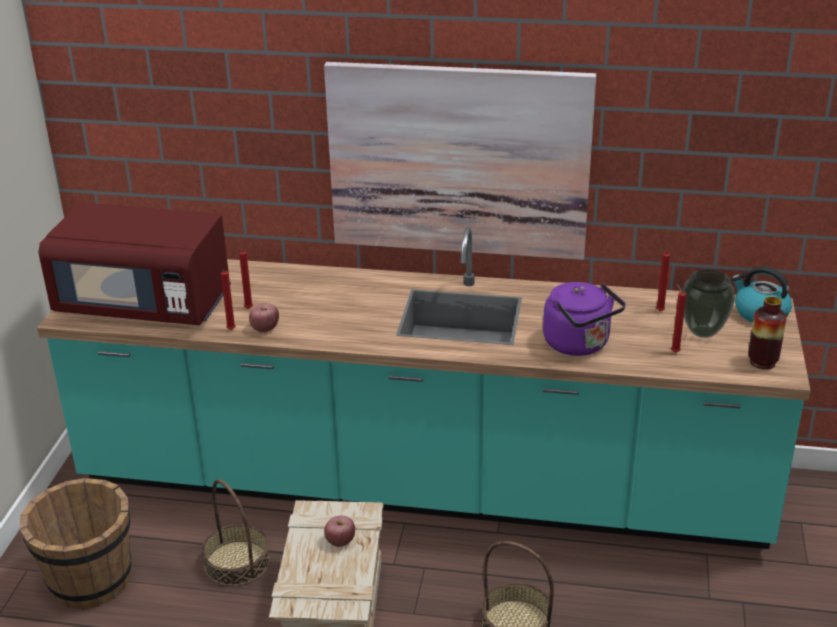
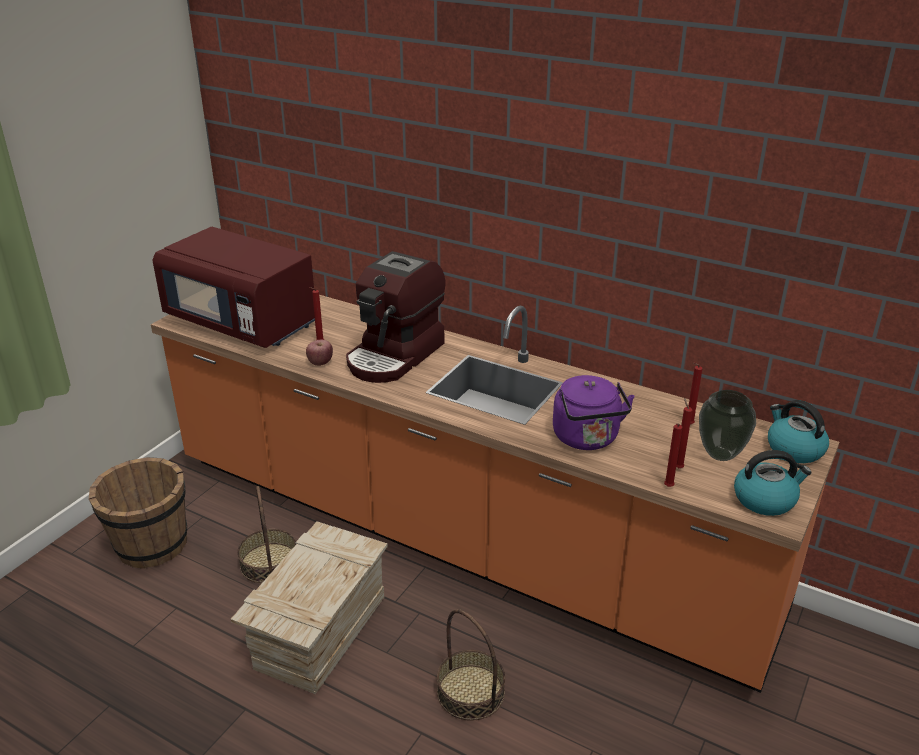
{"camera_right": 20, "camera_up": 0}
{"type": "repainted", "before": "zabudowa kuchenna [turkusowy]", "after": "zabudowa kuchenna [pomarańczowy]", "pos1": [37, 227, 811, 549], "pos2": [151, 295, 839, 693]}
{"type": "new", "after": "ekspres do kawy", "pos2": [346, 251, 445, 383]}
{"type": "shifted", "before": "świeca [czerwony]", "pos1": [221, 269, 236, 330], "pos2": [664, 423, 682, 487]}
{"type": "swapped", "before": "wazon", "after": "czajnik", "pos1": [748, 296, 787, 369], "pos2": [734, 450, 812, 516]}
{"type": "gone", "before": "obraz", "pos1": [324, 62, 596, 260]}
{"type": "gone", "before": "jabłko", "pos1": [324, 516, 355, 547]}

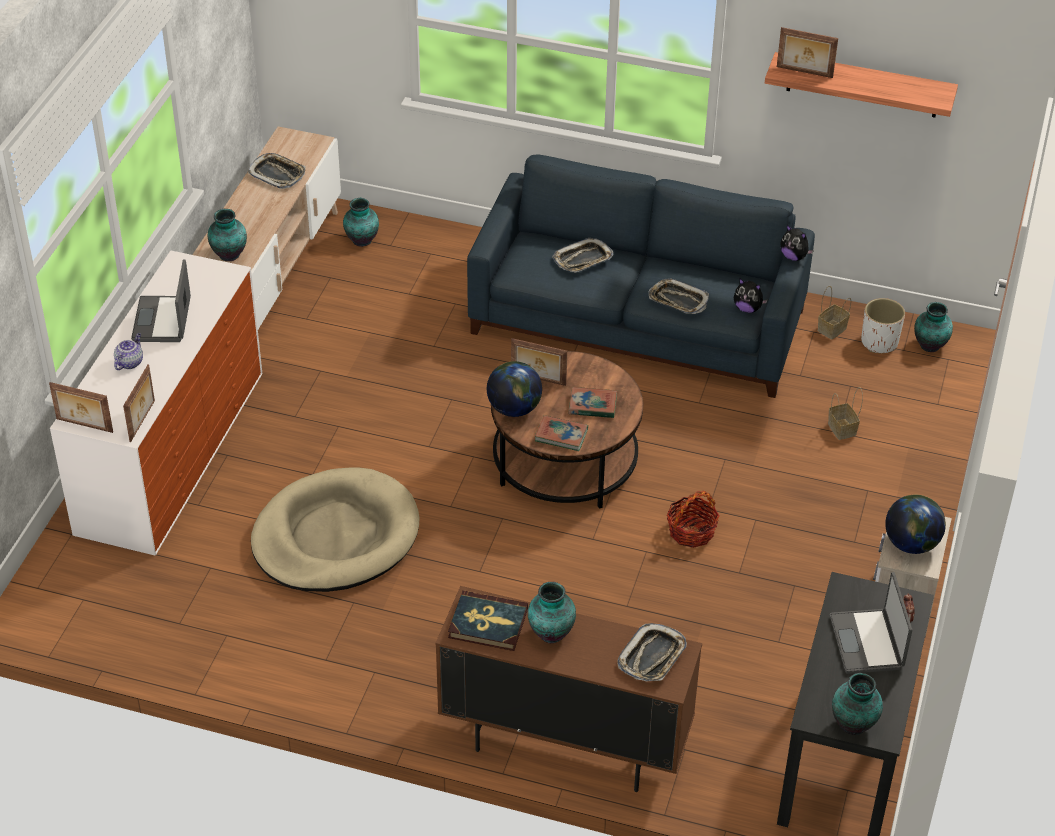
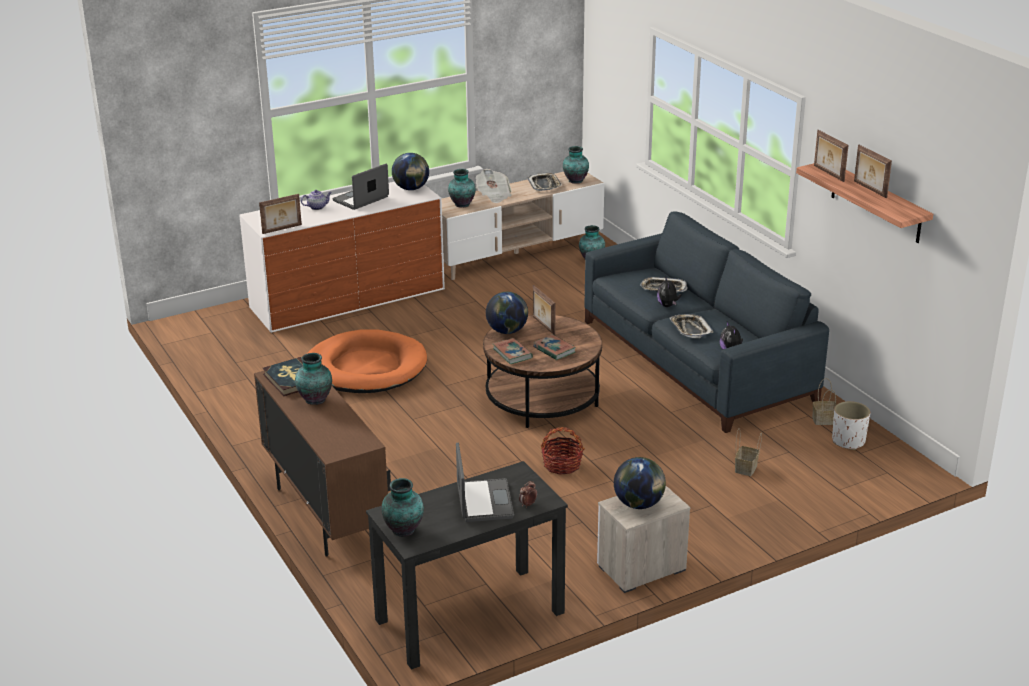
{"camera_right": 45, "camera_up": -15}
{"type": "repainted", "before": "legowisko [beżowy]", "after": "legowisko [pomarańczowy]", "pos1": [251, 467, 419, 592], "pos2": [307, 329, 427, 393]}
{"type": "new", "after": "globus", "pos2": [392, 153, 429, 190]}
{"type": "rotated", "before": "laptop", "pos1": [830, 572, 912, 674], "pos2": [456, 443, 514, 522], "turn": 135}
{"type": "new", "after": "gazeta", "pos2": [476, 169, 512, 203]}
{"type": "shifted", "before": "wazon", "pos1": [914, 302, 953, 352], "pos2": [563, 146, 589, 184]}
{"type": "shifted", "before": "pluszak", "pos1": [780, 225, 814, 261], "pos2": [657, 276, 681, 307]}
{"type": "shifted", "before": "ramka na zdjęcie", "pos1": [49, 382, 113, 433], "pos2": [854, 145, 892, 198]}
{"type": "gone", "before": "taca", "pos1": [617, 623, 687, 681]}

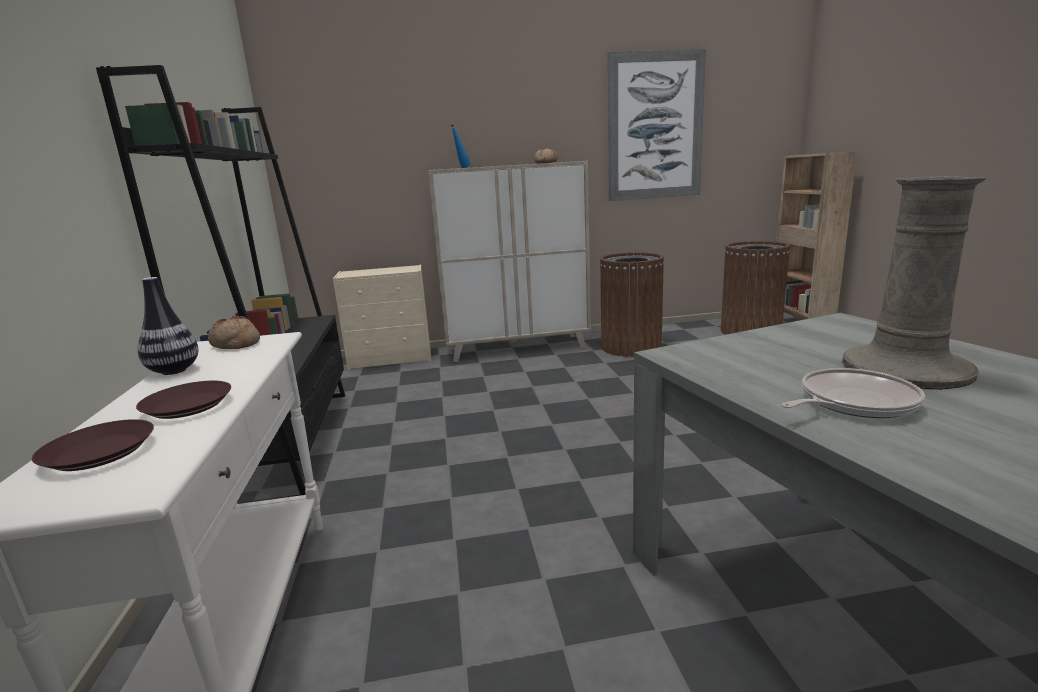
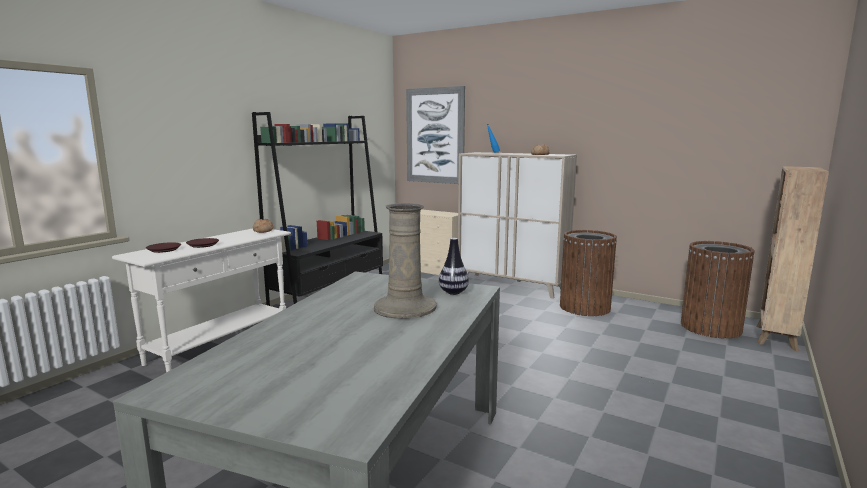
{"camera_right": 40, "camera_up": -5}
{"type": "shifted", "before": "obraz", "pos1": [608, 49, 706, 201], "pos2": [406, 86, 465, 184]}
{"type": "shifted", "before": "wazon", "pos1": [138, 277, 199, 375], "pos2": [439, 238, 469, 295]}
{"type": "gone", "before": "patelnia", "pos1": [781, 368, 925, 418]}

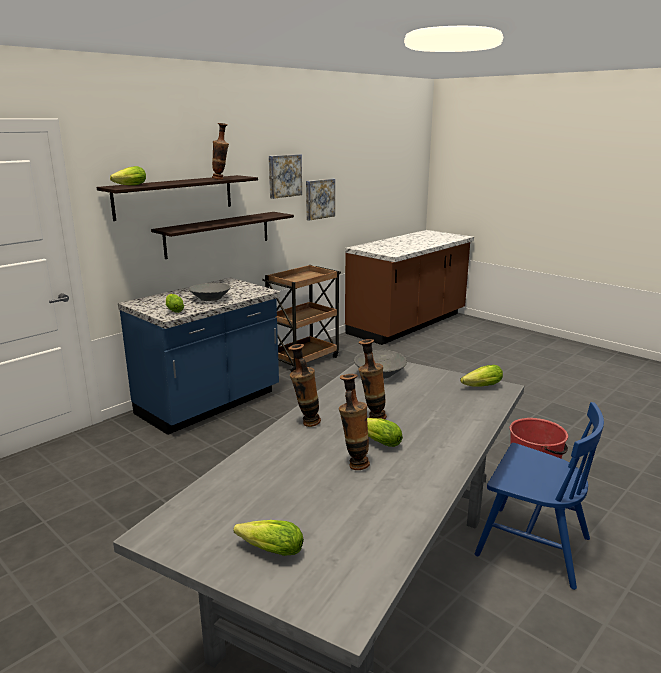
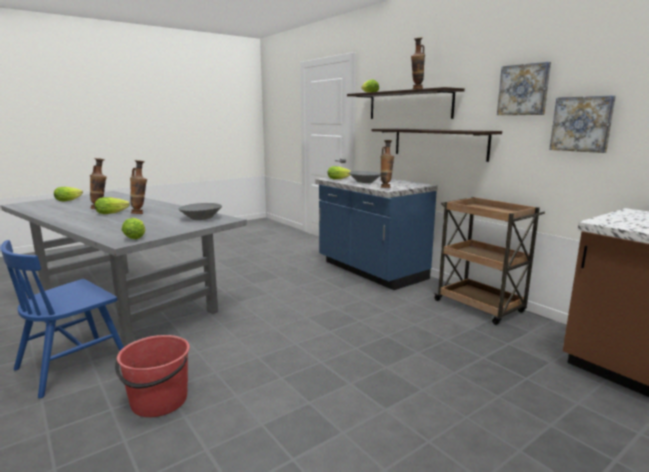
{"camera_right": 100, "camera_up": -5}
{"type": "shifted", "before": "wazon", "pos1": [288, 344, 321, 427], "pos2": [380, 140, 394, 188]}

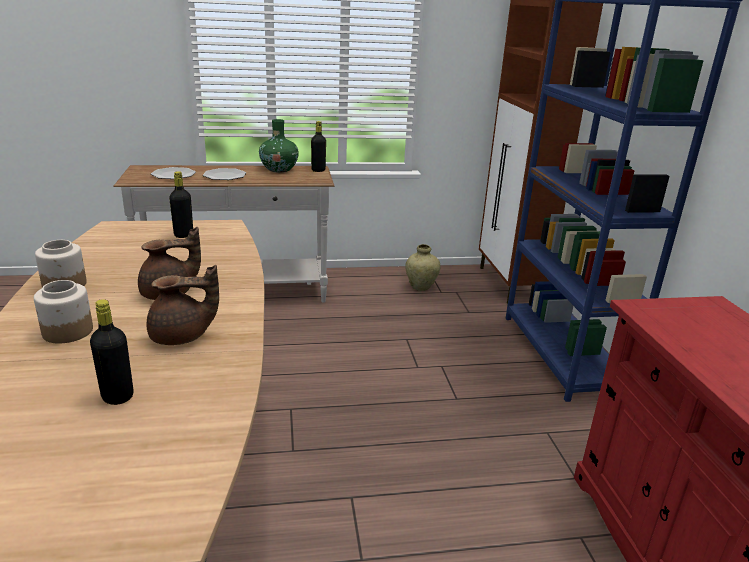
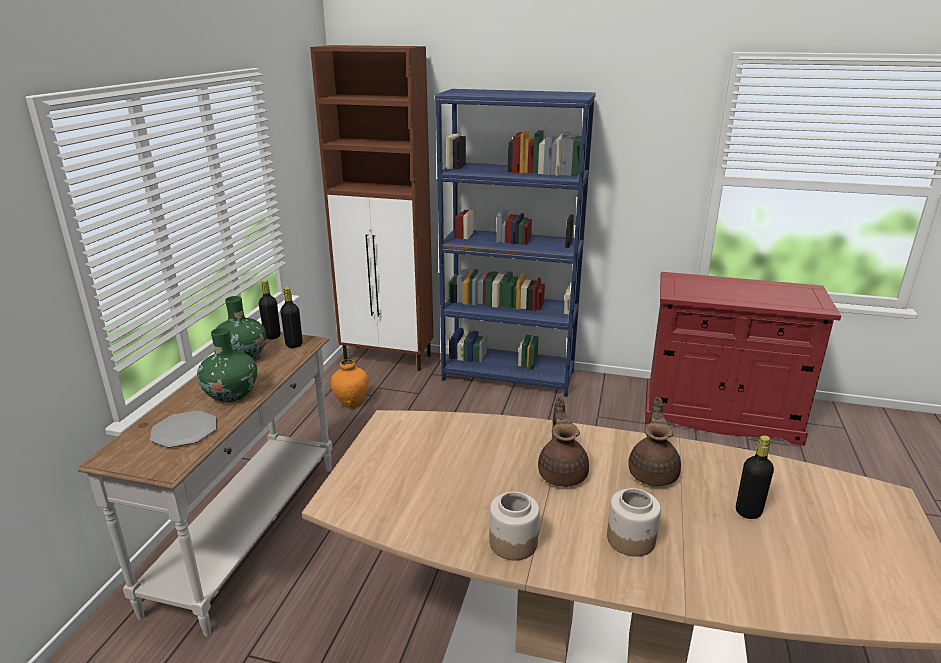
{"camera_right": -65, "camera_up": 0}
{"type": "swapped", "before": "talerz", "after": "wazon [zielony]", "pos1": [203, 168, 246, 180], "pos2": [197, 328, 257, 402]}
{"type": "shifted", "before": "butelka [czarny]", "pos1": [169, 171, 193, 238], "pos2": [280, 287, 303, 348]}
{"type": "repainted", "before": "wazon [beżowy]", "after": "wazon [pomarańczowy]", "pos1": [405, 244, 441, 291], "pos2": [331, 360, 369, 408]}

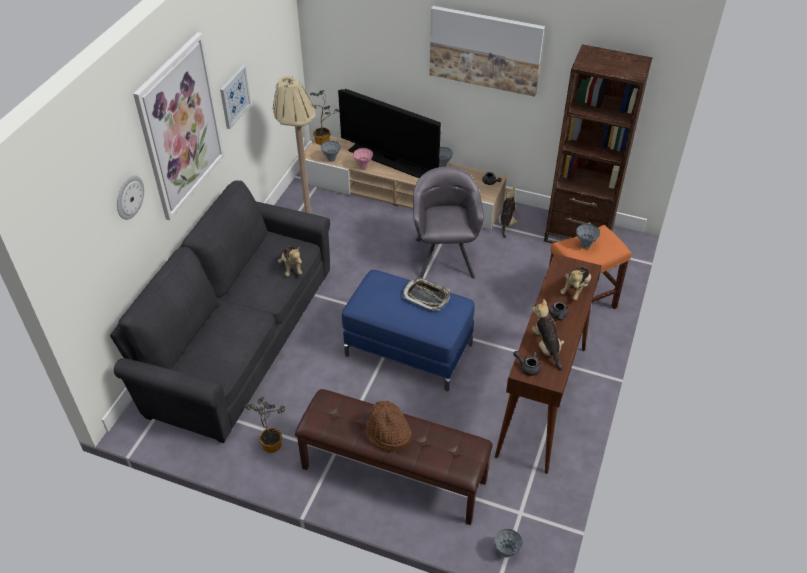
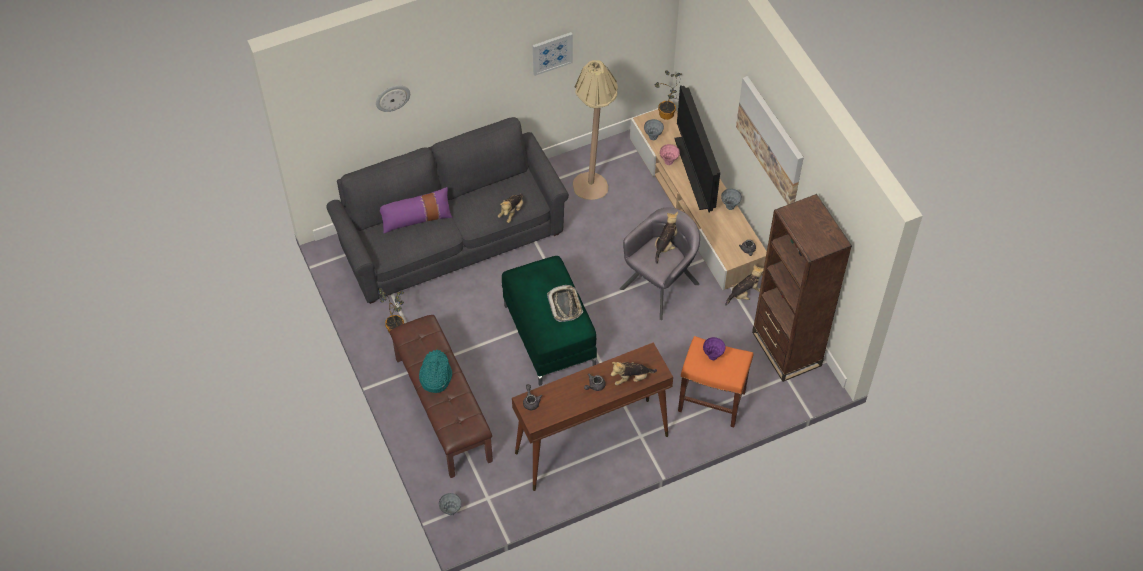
{"camera_right": 45, "camera_up": 10}
{"type": "new", "after": "poduszka [fioletowy]", "pos2": [380, 187, 452, 234]}
{"type": "repainted", "before": "kapelusz [brązowy]", "after": "kapelusz [turkusowy]", "pos1": [366, 401, 411, 452], "pos2": [419, 350, 452, 393]}
{"type": "repainted", "before": "pufa [niebieski]", "after": "pufa [zielony]", "pos1": [342, 270, 475, 391], "pos2": [502, 256, 597, 386]}
{"type": "shifted", "before": "pluszak", "pos1": [532, 299, 564, 371], "pos2": [655, 212, 678, 264]}
{"type": "repainted", "before": "wazon [szary]", "after": "wazon [fioletowy]", "pos1": [576, 224, 600, 249], "pos2": [703, 337, 725, 360]}
{"type": "gone", "before": "obraz", "pos1": [133, 32, 224, 220]}

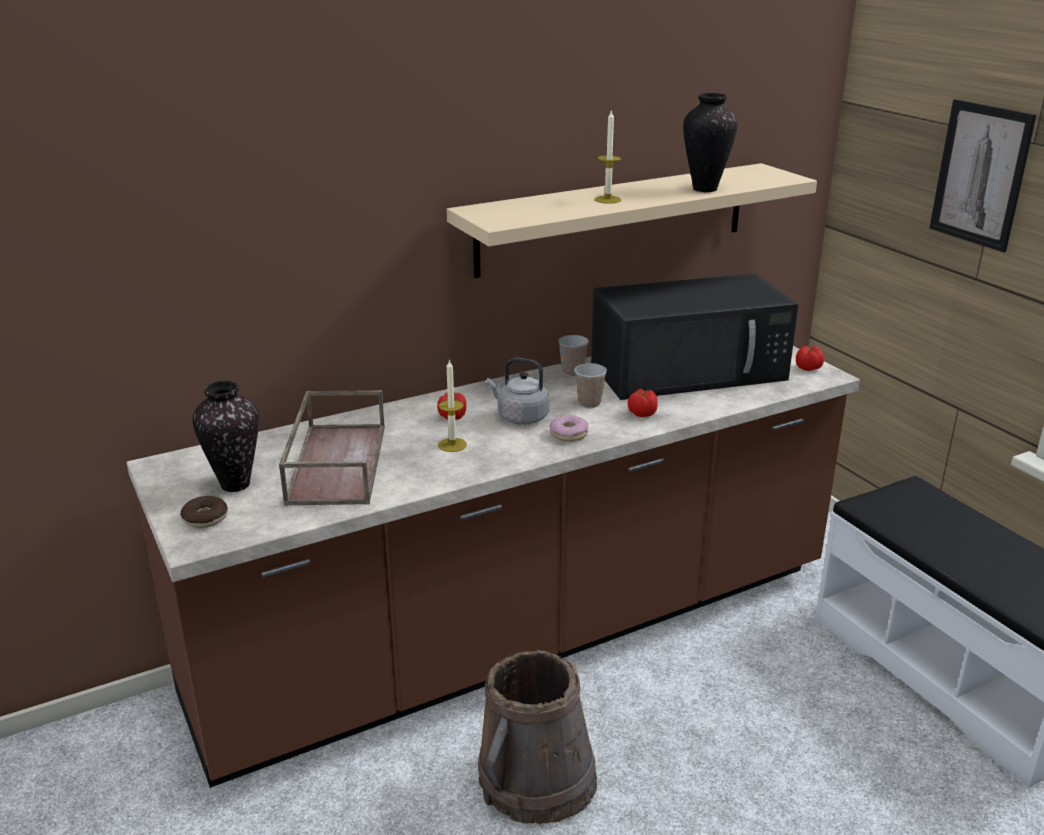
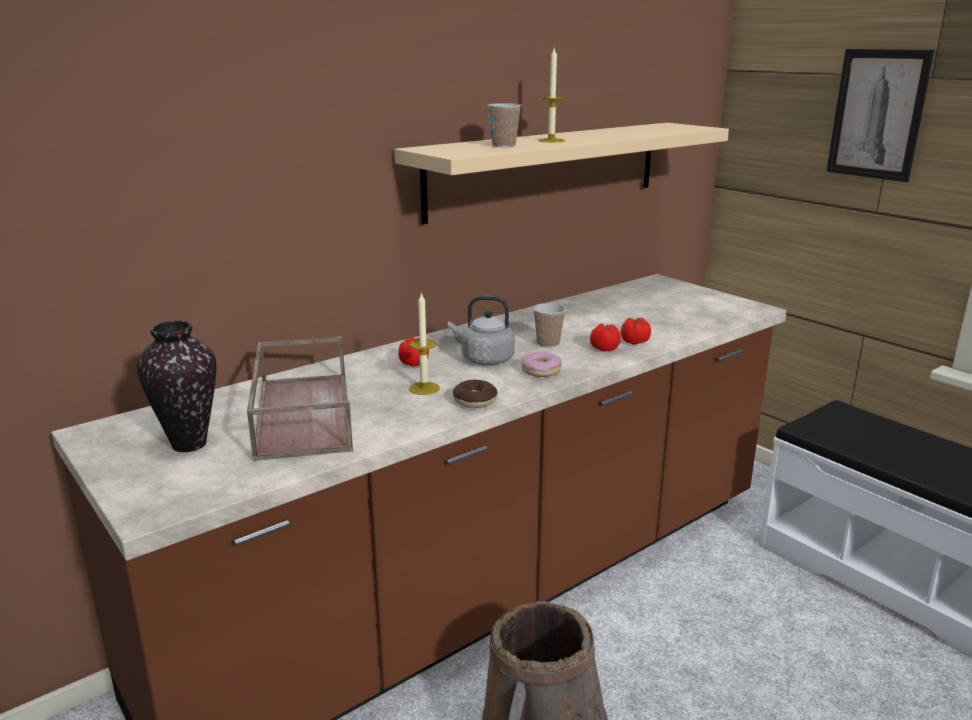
{"camera_right": -10, "camera_up": -5}
{"type": "shifted", "before": "donut", "pos1": [180, 496, 228, 528], "pos2": [453, 380, 498, 408]}
{"type": "shifted", "before": "filiżanka", "pos1": [559, 335, 589, 377], "pos2": [487, 103, 522, 147]}
{"type": "shifted", "before": "pomidor", "pos1": [796, 346, 824, 371], "pos2": [621, 318, 651, 345]}
{"type": "gone", "before": "mikrofalówka [czarny]", "pos1": [591, 273, 798, 400]}
{"type": "gone", "before": "wazon", "pos1": [683, 93, 738, 192]}

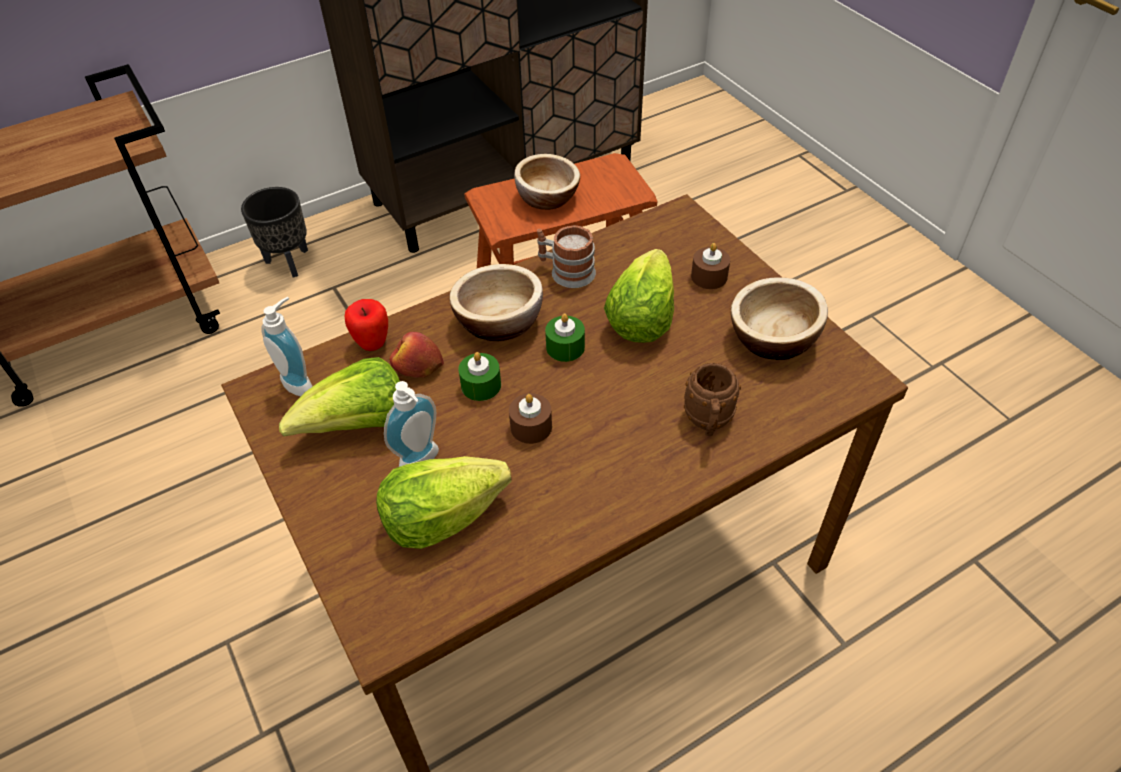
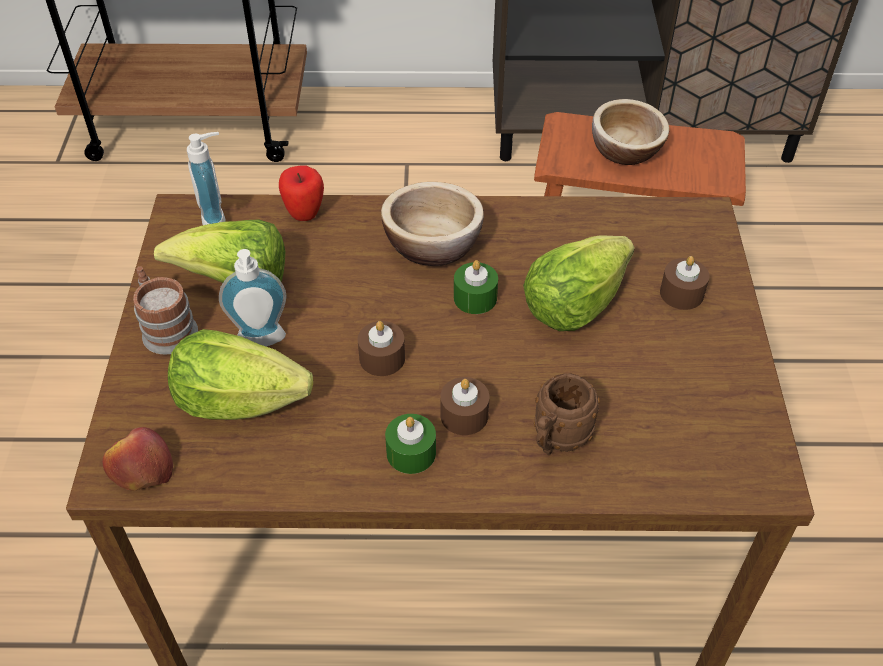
{"camera_right": 30, "camera_up": 0}
{"type": "shifted", "before": "jabłko", "pos1": [389, 332, 444, 378], "pos2": [102, 427, 173, 491]}
{"type": "shifted", "before": "kubek", "pos1": [537, 226, 596, 288], "pos2": [133, 267, 198, 355]}
{"type": "shifted", "before": "świeca [zielony]", "pos1": [458, 352, 501, 401], "pos2": [385, 414, 436, 474]}
{"type": "new", "after": "świeca [brązowy]", "pos2": [440, 377, 489, 435]}
{"type": "gone", "before": "donica [czarny]", "pos1": [241, 187, 308, 278]}
{"type": "gone", "before": "miska", "pos1": [731, 277, 828, 360]}

